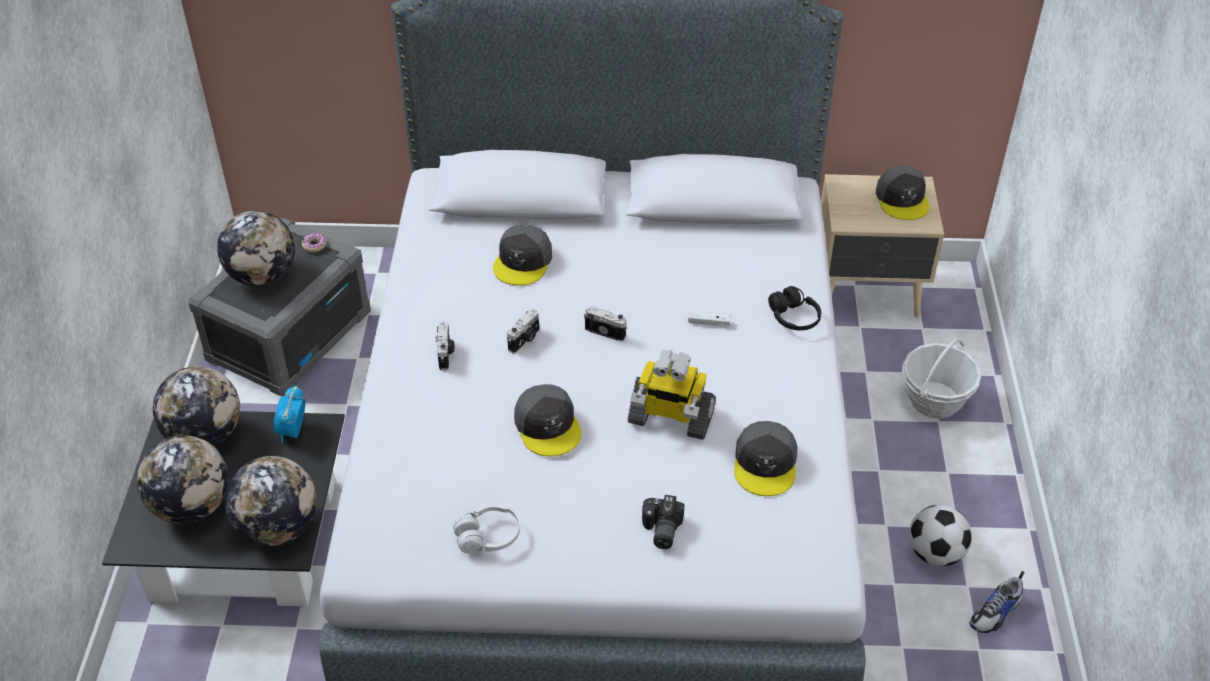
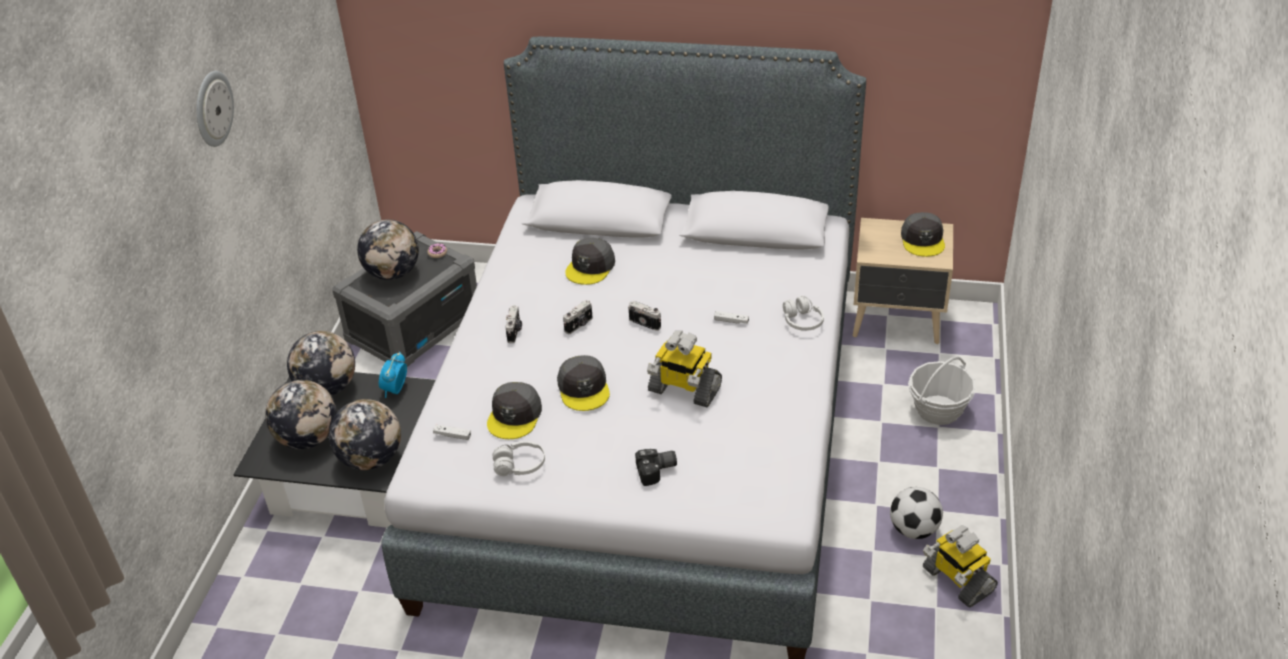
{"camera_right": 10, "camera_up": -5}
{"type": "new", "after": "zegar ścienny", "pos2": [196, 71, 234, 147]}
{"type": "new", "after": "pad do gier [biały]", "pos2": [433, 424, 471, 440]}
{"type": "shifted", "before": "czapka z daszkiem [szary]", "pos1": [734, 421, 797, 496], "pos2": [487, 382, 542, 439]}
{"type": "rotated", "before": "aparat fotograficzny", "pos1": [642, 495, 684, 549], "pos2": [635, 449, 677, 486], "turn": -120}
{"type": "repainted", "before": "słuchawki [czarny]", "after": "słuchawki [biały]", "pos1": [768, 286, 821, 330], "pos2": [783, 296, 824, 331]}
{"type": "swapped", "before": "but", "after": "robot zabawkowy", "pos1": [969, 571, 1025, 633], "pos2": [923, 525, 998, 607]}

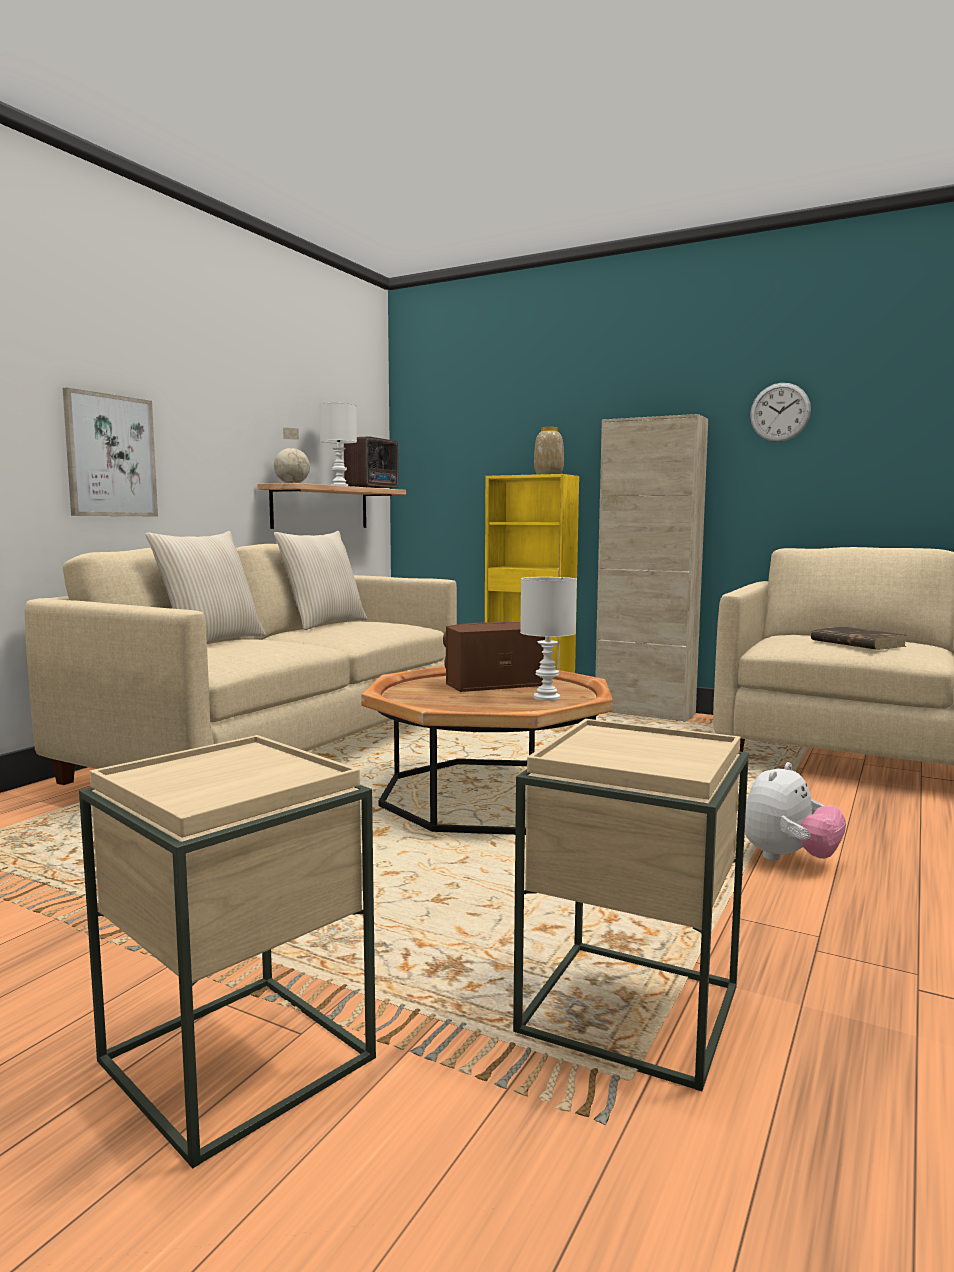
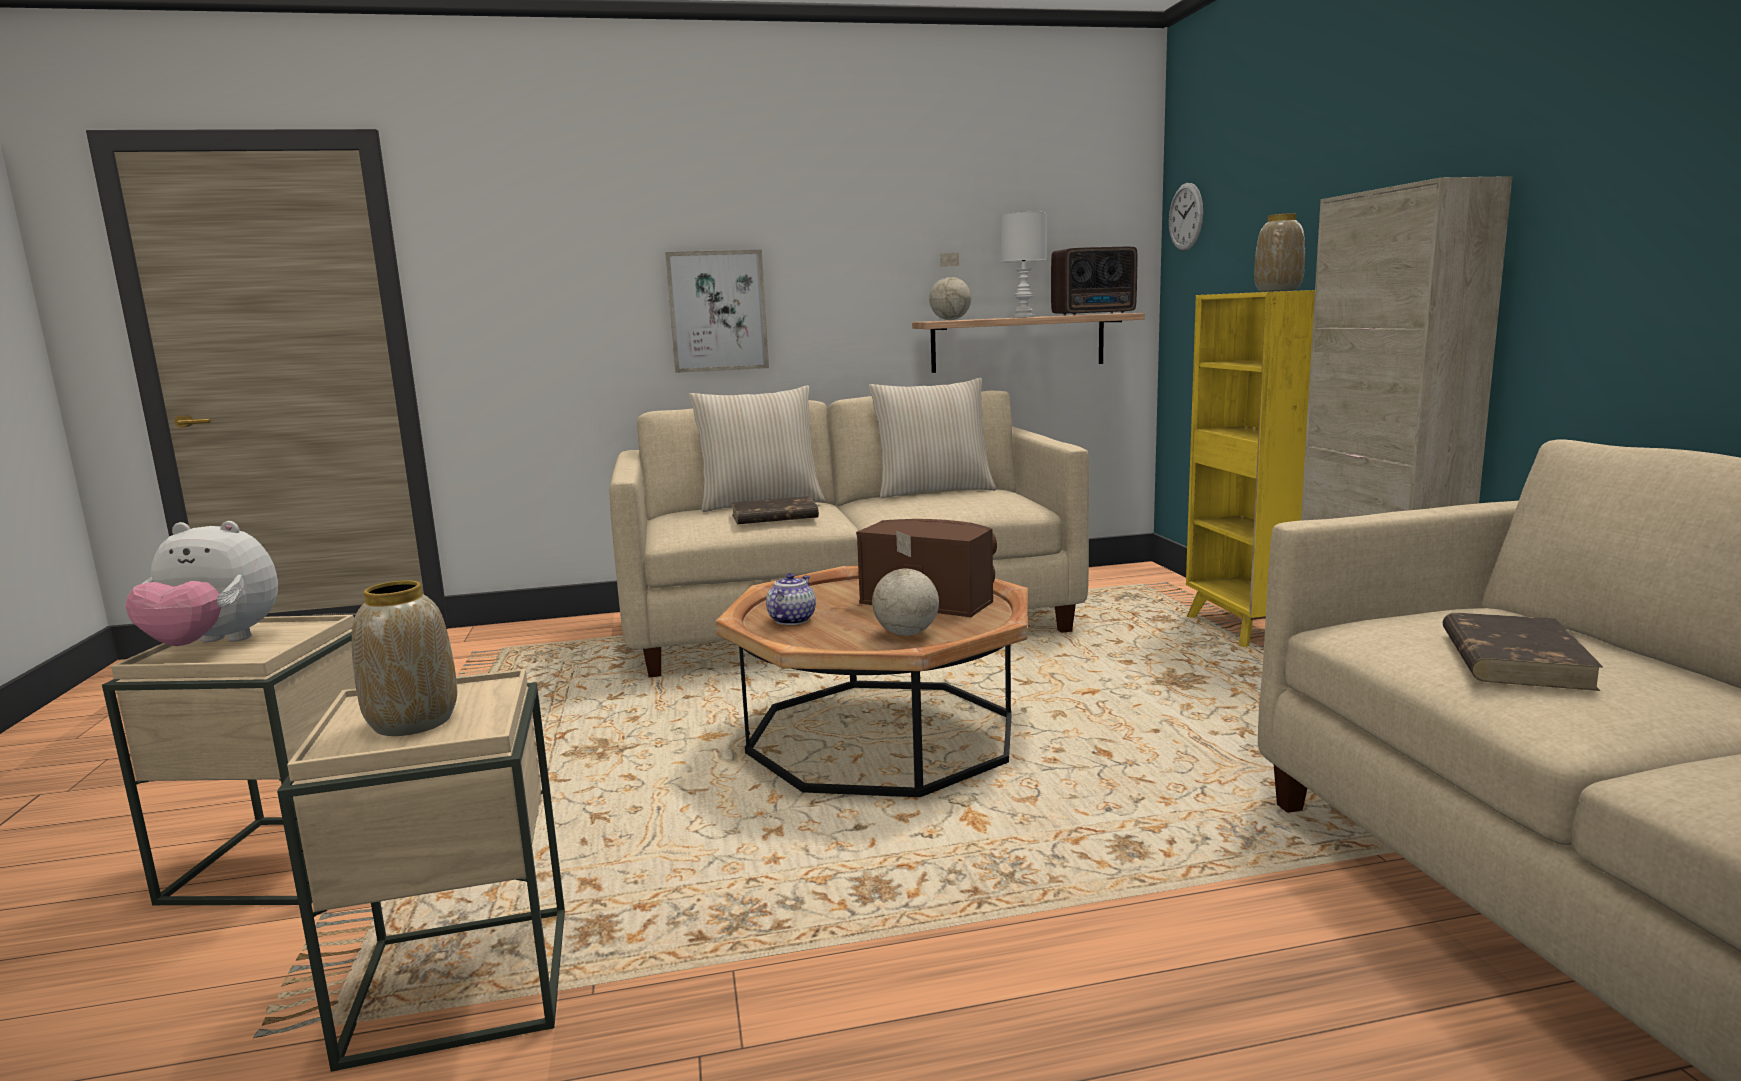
{"camera_right": 50, "camera_up": 5}
{"type": "shifted", "before": "pluszak", "pos1": [745, 762, 846, 861], "pos2": [126, 521, 278, 646]}
{"type": "new", "after": "wazon", "pos2": [352, 580, 457, 736]}
{"type": "new", "after": "książka [brązowy]", "pos2": [731, 496, 819, 524]}
{"type": "new", "after": "imbryk", "pos2": [766, 573, 816, 625]}
{"type": "swapped", "before": "lampa stołowa [biały]", "after": "globus", "pos1": [520, 577, 577, 701], "pos2": [872, 531, 939, 636]}
{"type": "shifted", "before": "zegar ścienny", "pos1": [750, 383, 811, 442], "pos2": [1169, 183, 1203, 251]}

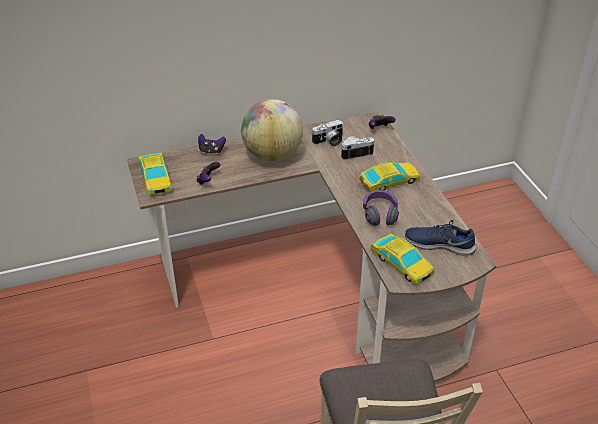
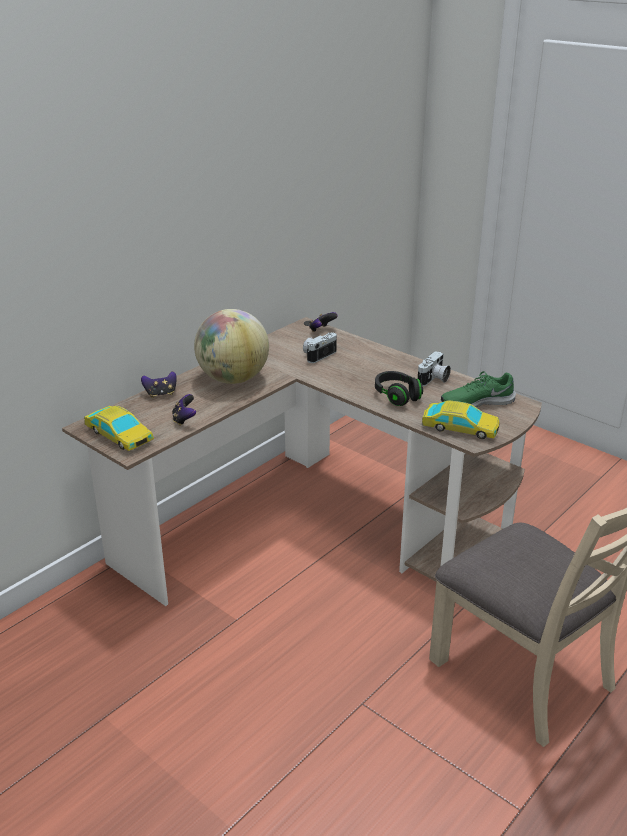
{"camera_right": -30, "camera_up": -10}
{"type": "repainted", "before": "słuchawki [fioletowy]", "after": "słuchawki [czarny]", "pos1": [363, 190, 399, 226], "pos2": [375, 371, 423, 406]}
{"type": "shifted", "before": "aparat fotograficzny", "pos1": [312, 119, 343, 146], "pos2": [418, 351, 451, 386]}
{"type": "repainted", "before": "but [niebieski]", "after": "but [zielony]", "pos1": [405, 220, 476, 256], "pos2": [441, 371, 516, 408]}
{"type": "gone", "before": "samochodzik", "pos1": [359, 162, 420, 192]}

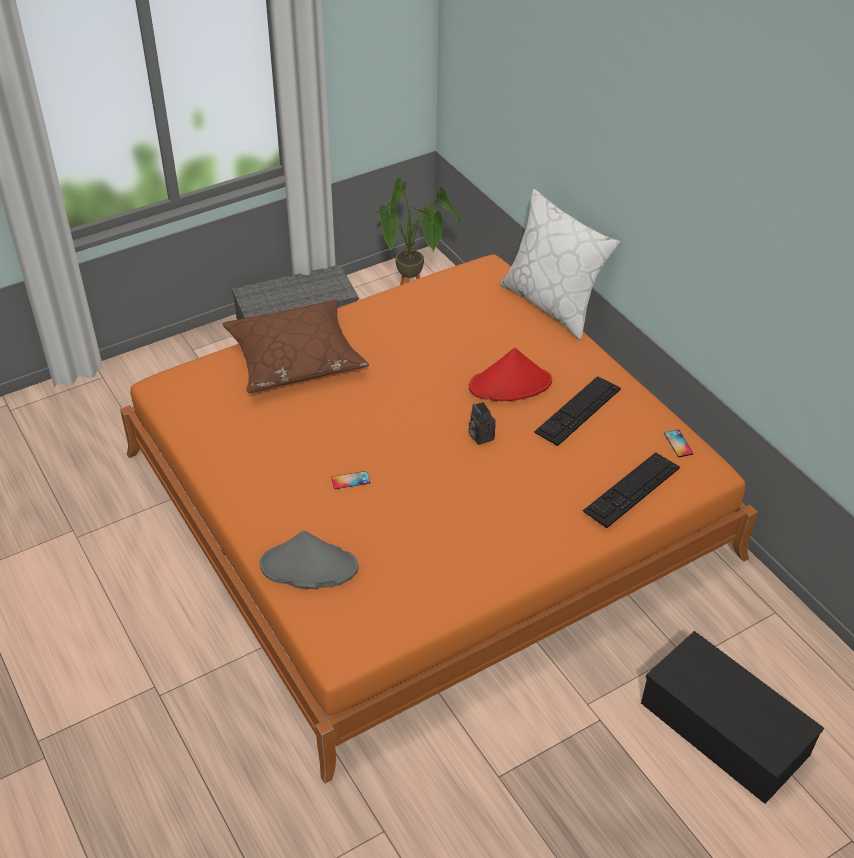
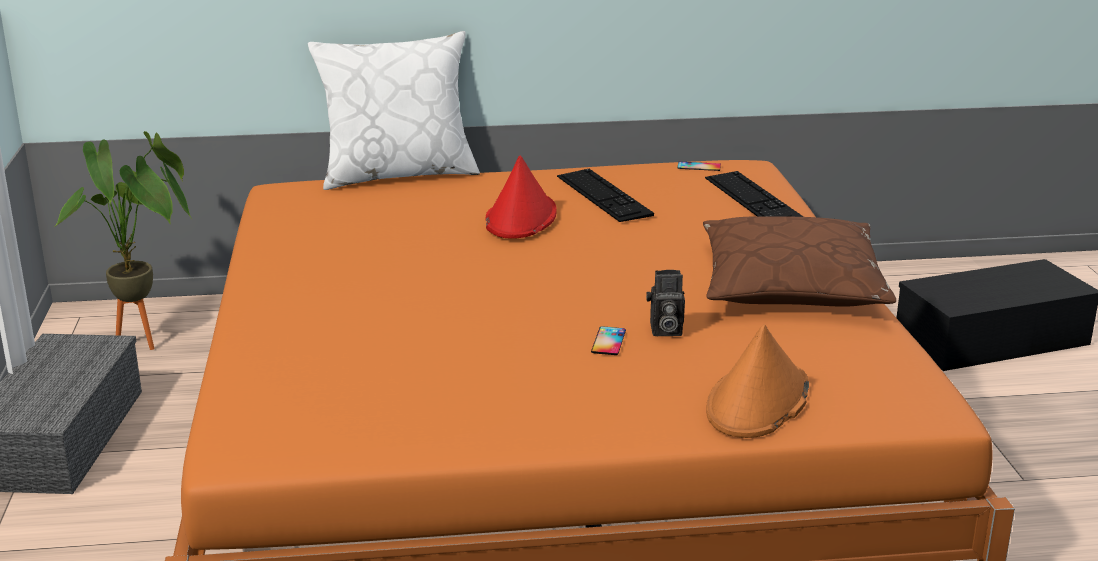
{"camera_right": -65, "camera_up": -20}
{"type": "shifted", "before": "aparat fotograficzny", "pos1": [468, 402, 495, 445], "pos2": [646, 270, 685, 336]}
{"type": "shifted", "before": "poduszka [brązowy]", "pos1": [223, 299, 369, 393], "pos2": [703, 216, 896, 307]}
{"type": "repainted", "before": "kapelusz [szary]", "after": "kapelusz [pomarańczowy]", "pos1": [260, 531, 359, 589], "pos2": [706, 324, 809, 438]}

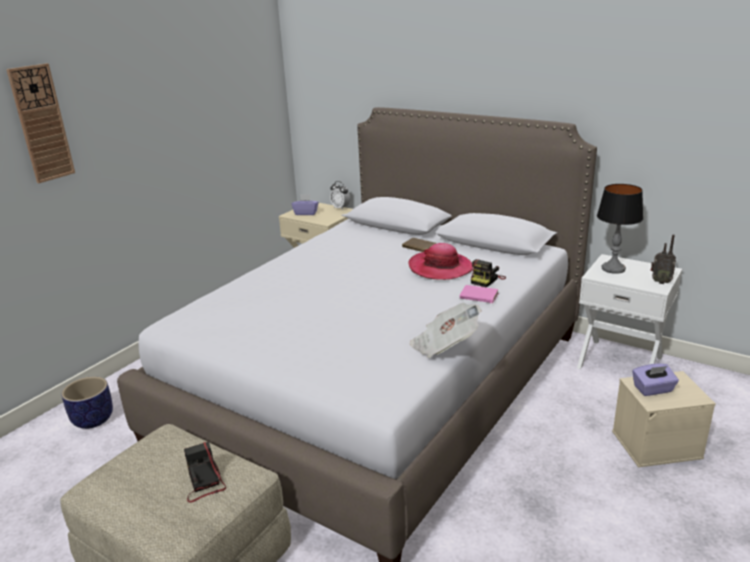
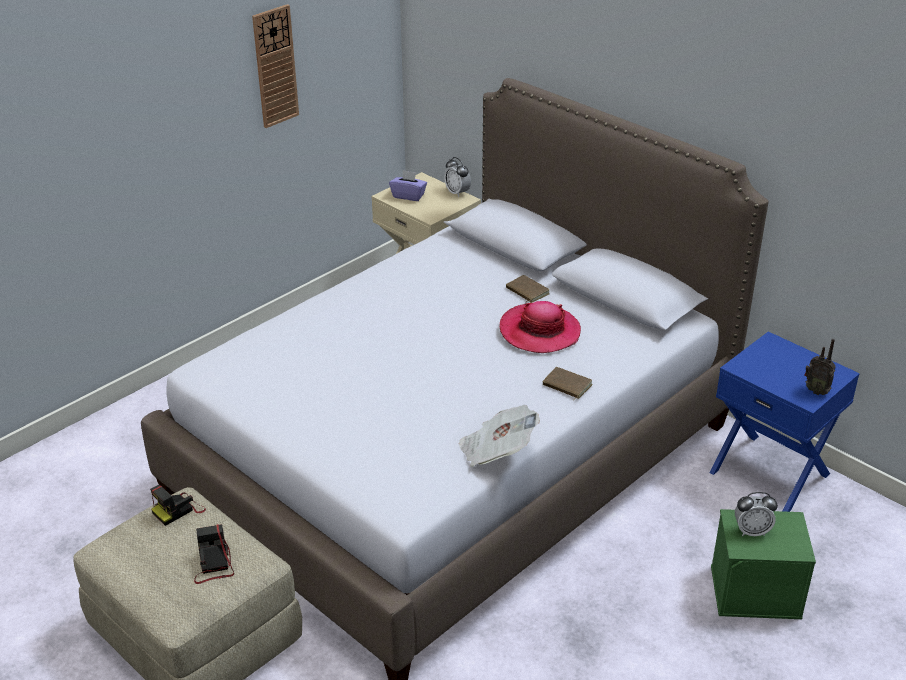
{"camera_right": 10, "camera_up": 10}
{"type": "shifted", "before": "aparat fotograficzny", "pos1": [471, 259, 506, 288], "pos2": [150, 485, 206, 526]}
{"type": "shifted", "before": "zegar ścienny", "pos1": [6, 63, 75, 183], "pos2": [252, 4, 299, 128]}
{"type": "repainted", "before": "książka [różowy]", "after": "książka [brązowy]", "pos1": [460, 285, 499, 304], "pos2": [543, 367, 593, 401]}
{"type": "repainted", "before": "szafka nocna [biały]", "after": "szafka nocna [niebieski]", "pos1": [577, 254, 682, 369], "pos2": [709, 332, 860, 512]}
{"type": "repainted", "before": "pojemnik do przechowywania [beżowy]", "after": "pojemnik do przechowywania [zielony]", "pos1": [612, 371, 716, 467], "pos2": [711, 509, 816, 619]}
{"type": "swapped", "before": "pudełko chusteczek [fioletowy]", "after": "budzik", "pos1": [632, 363, 679, 396], "pos2": [735, 492, 778, 536]}
{"type": "gone", "before": "donica", "pos1": [61, 376, 113, 429]}
{"type": "gone", "before": "lampa stołowa", "pos1": [597, 184, 643, 274]}

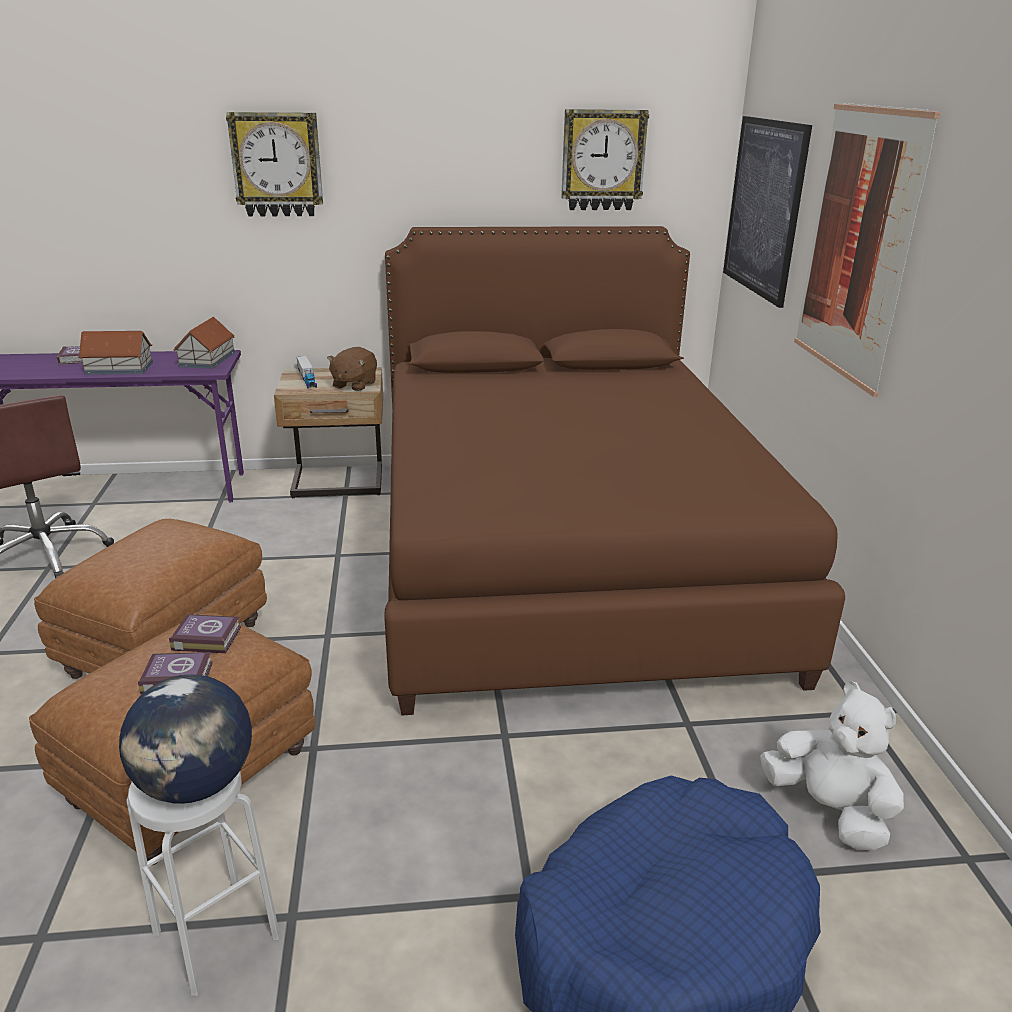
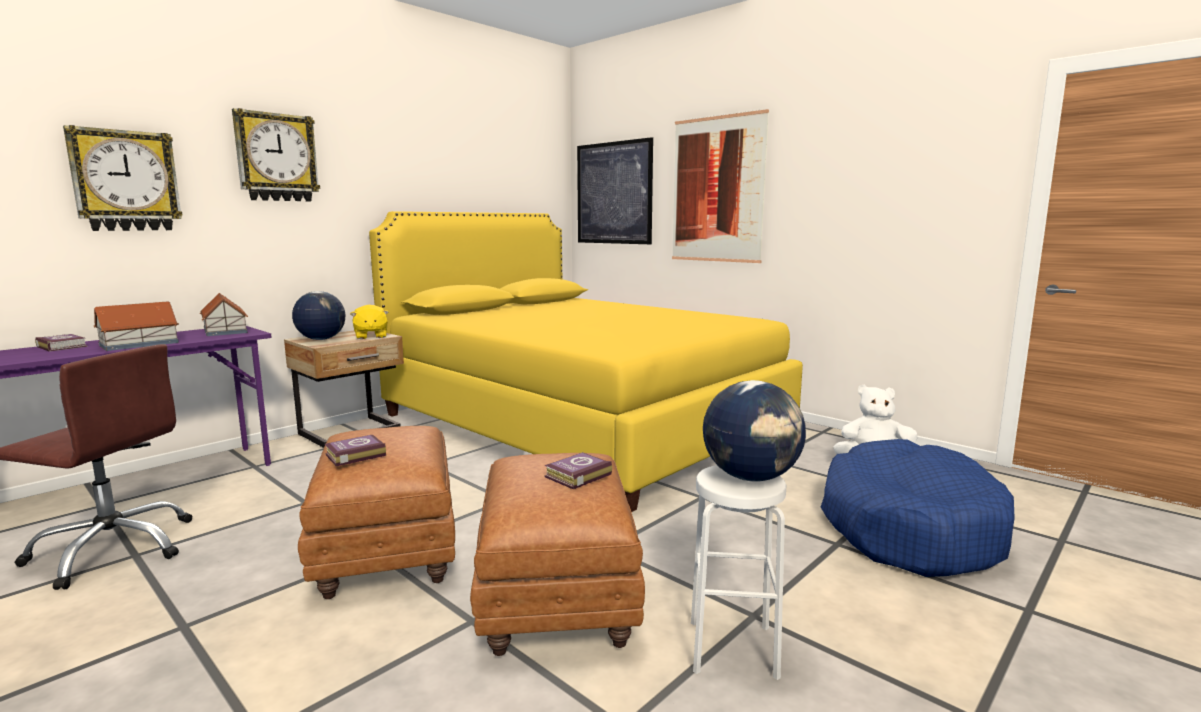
{"camera_right": -40, "camera_up": -15}
{"type": "shifted", "before": "zegar ścienny", "pos1": [561, 109, 649, 210], "pos2": [63, 125, 183, 231]}
{"type": "swapped", "before": "ciężarówka zabawkowa", "after": "globus", "pos1": [297, 356, 317, 388], "pos2": [292, 291, 345, 340]}
{"type": "shifted", "before": "książka", "pos1": [169, 614, 241, 653], "pos2": [325, 435, 386, 466]}
{"type": "repainted", "before": "pluszak [brązowy]", "after": "pluszak [żółty]", "pos1": [327, 347, 377, 391], "pos2": [350, 305, 389, 339]}
{"type": "repainted", "before": "łóżko [brązowy]", "after": "łóżko [żółty]", "pos1": [384, 226, 845, 715], "pos2": [369, 211, 803, 512]}

